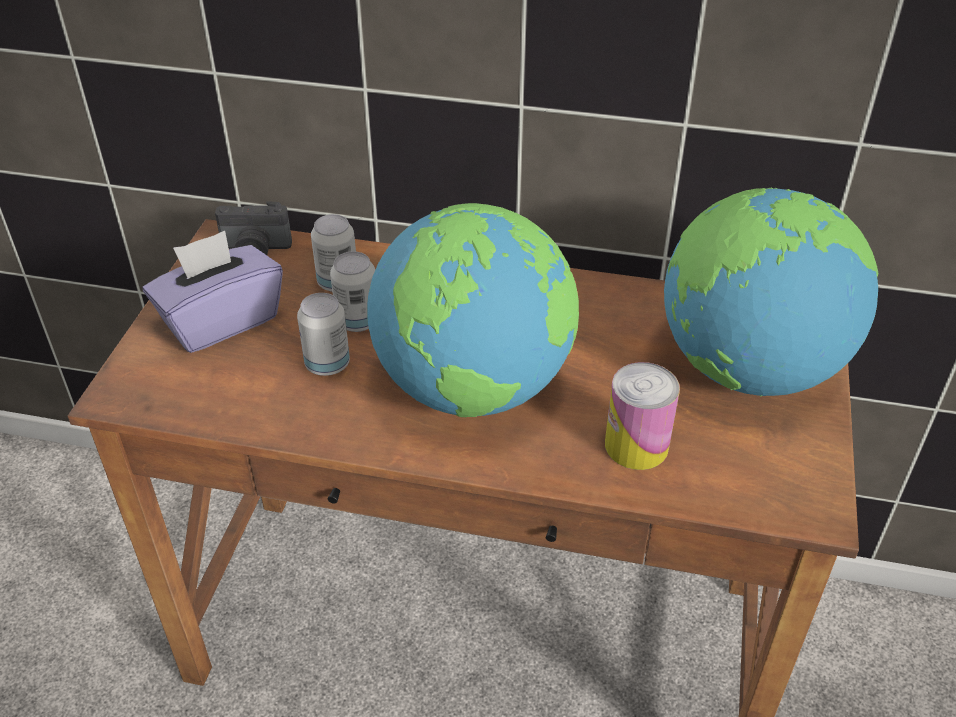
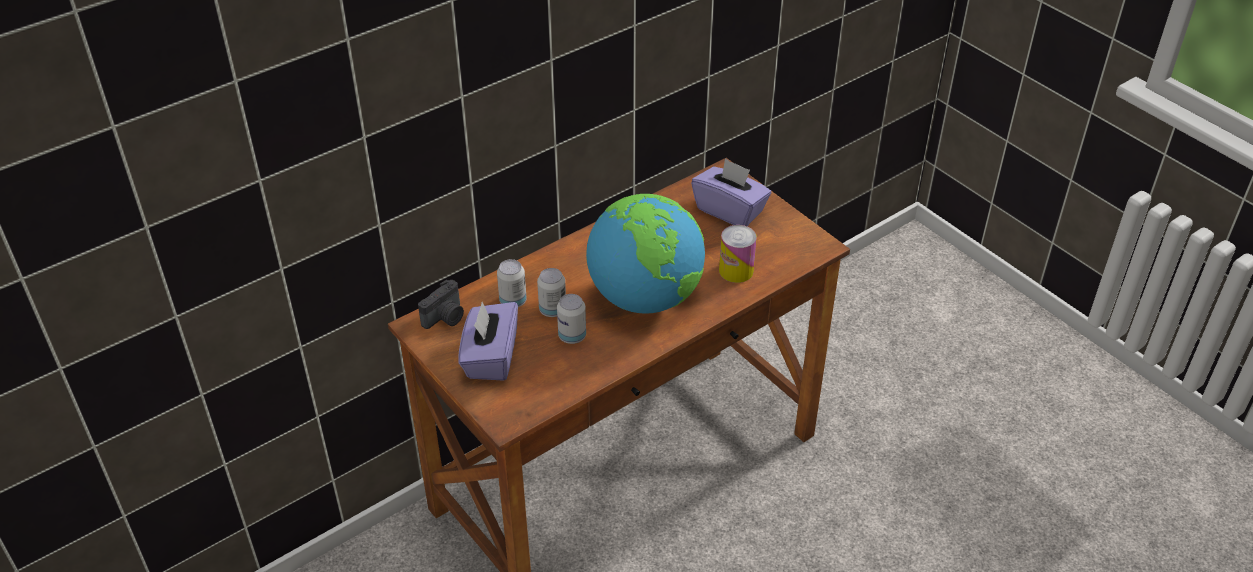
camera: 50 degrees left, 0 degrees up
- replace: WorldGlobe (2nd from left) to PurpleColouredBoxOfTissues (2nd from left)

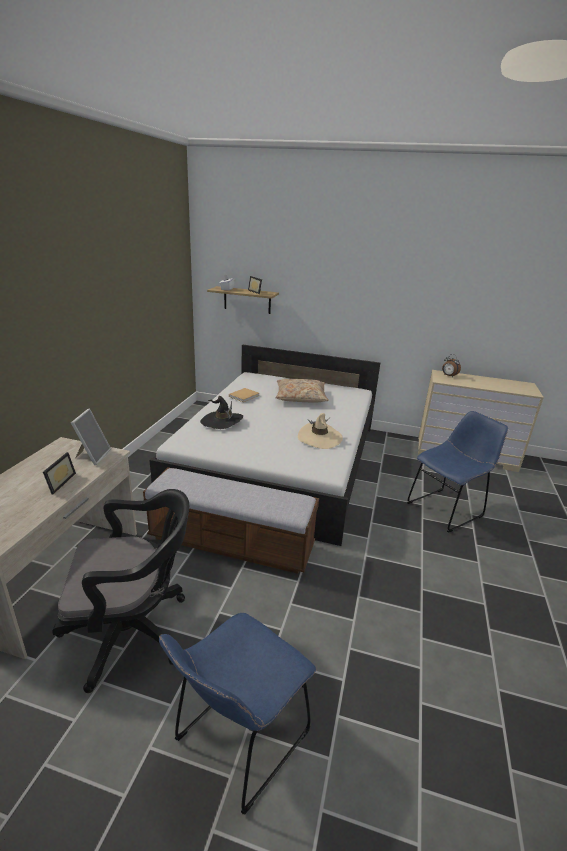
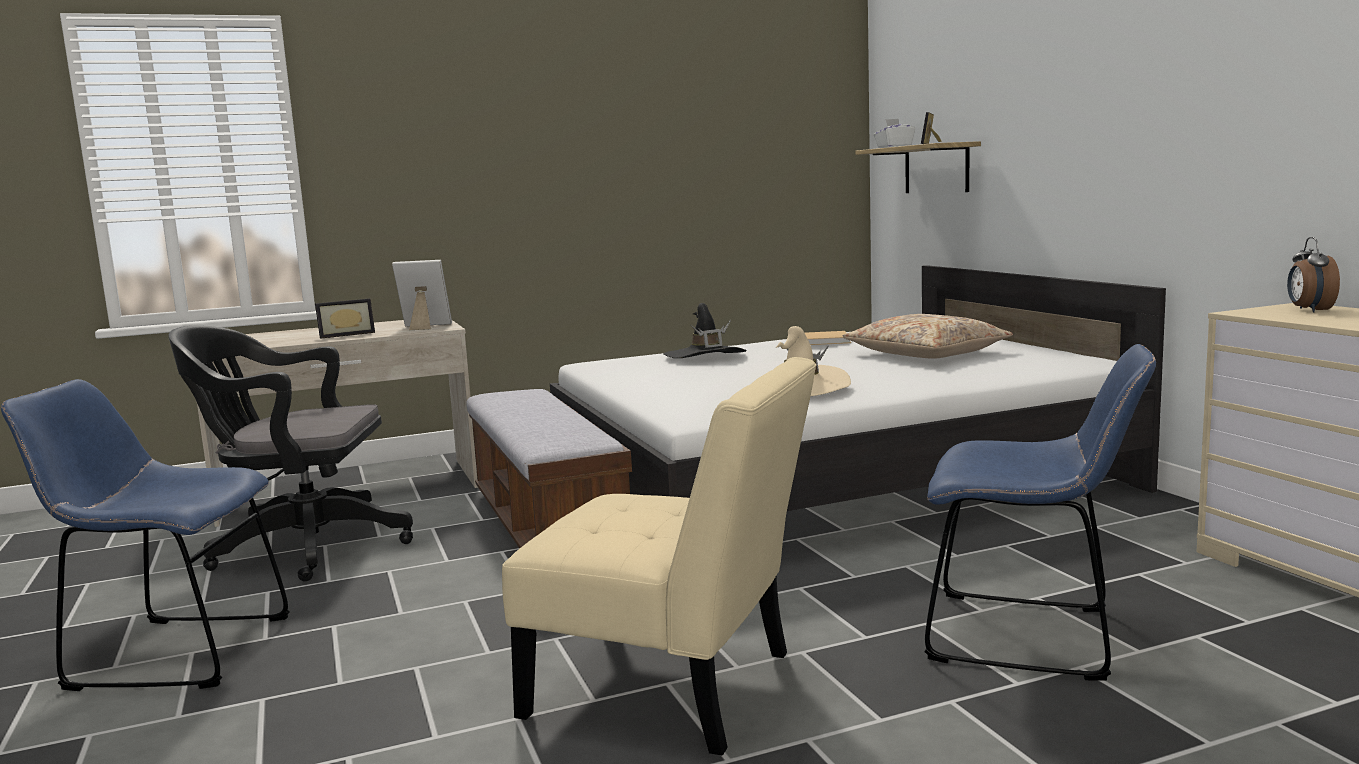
camera: 55 degrees right, 15 degrees down
- rotate: BlackishComputerChair 135 degrees clockwise
- rotate: StandingFrame (2nd from left) 150 degrees counterclockwise
- insert: BeigeChair

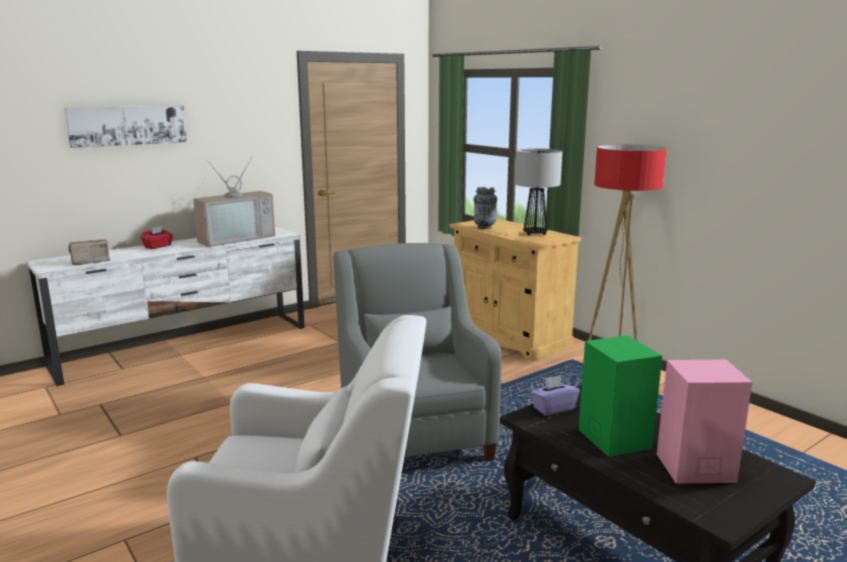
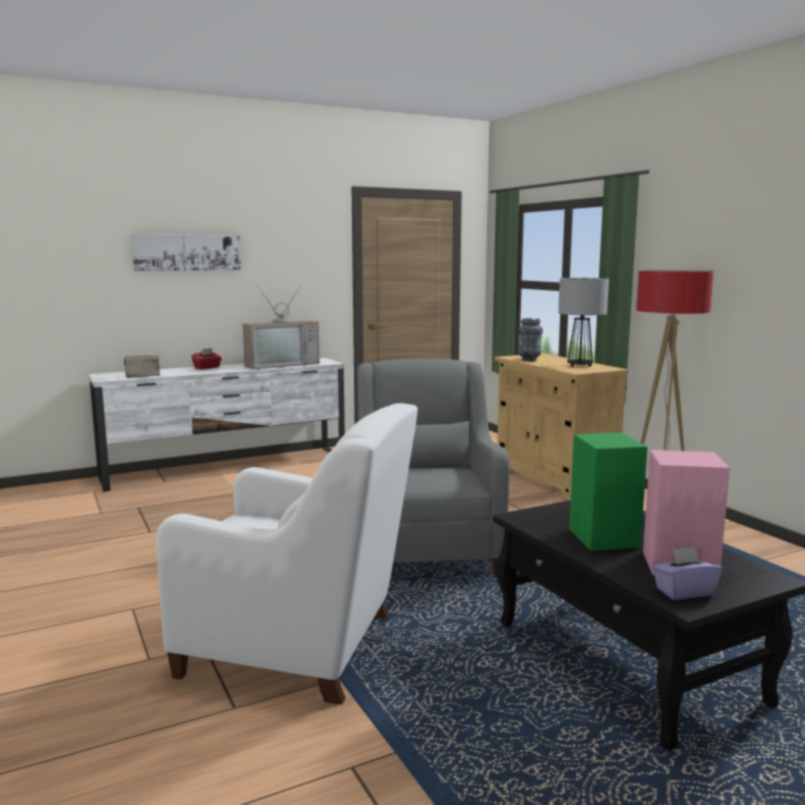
camera: 10 degrees right, 5 degrees down
- move: PurpleColouredBoxOfTissues

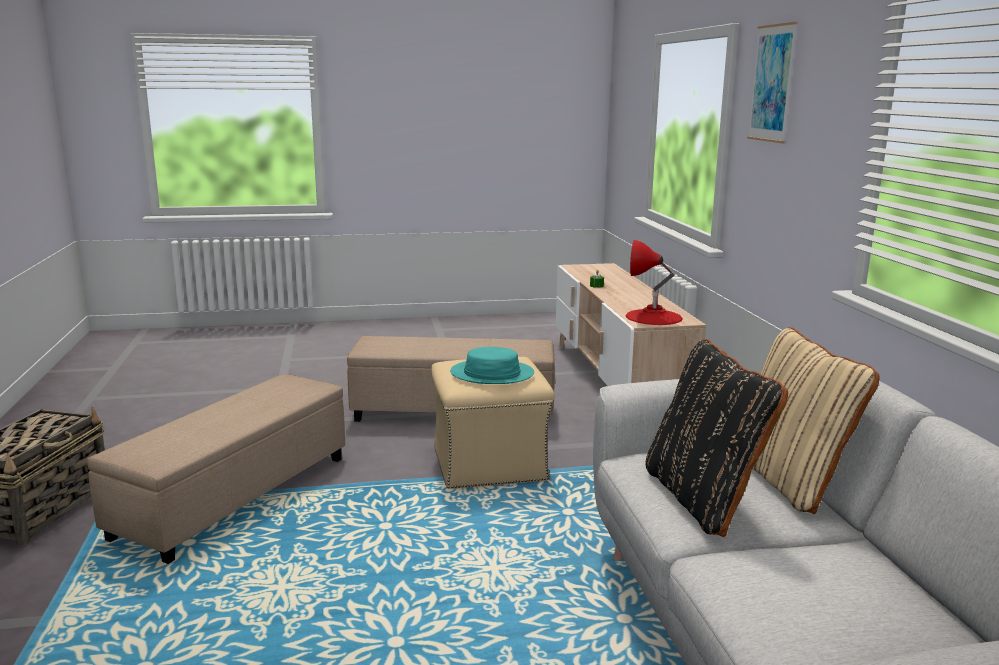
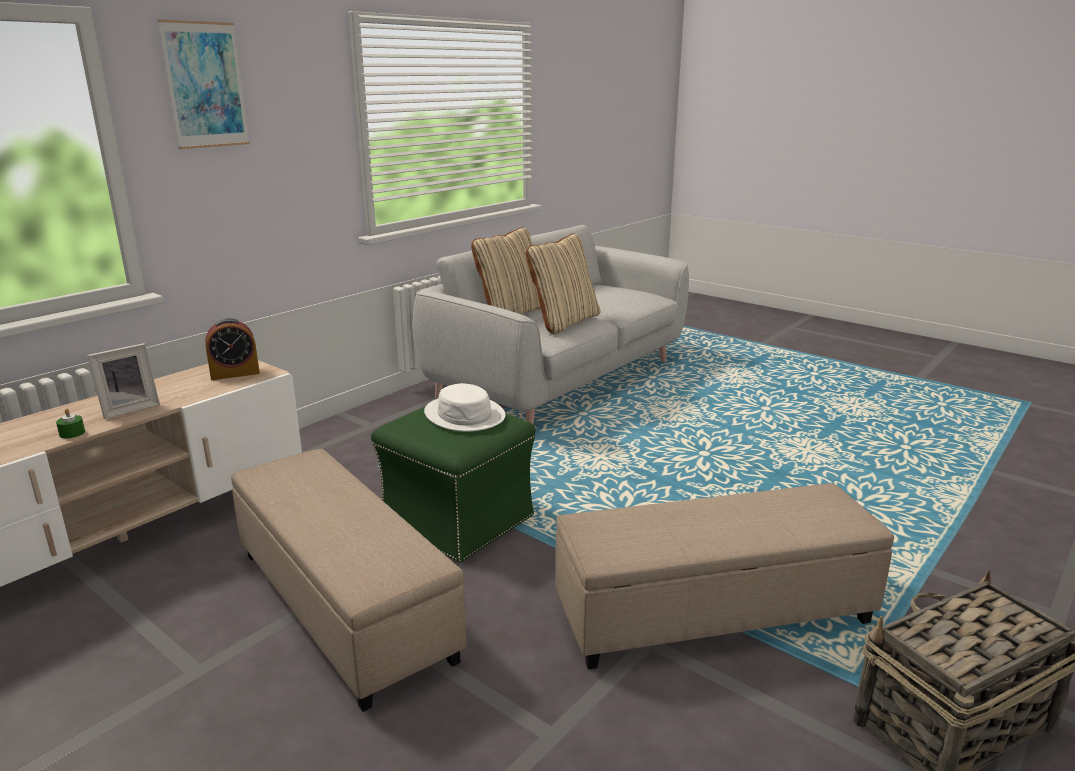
camera: 130 degrees left, 5 degrees up
- recolor: BeigeOttoman (3rd from left) to GreenishOttoman
- recolor: TurquoiseWearableHat to WhiteColouredWearableHat
- replace: RedTableLamp to BedsideClock
- recolor: BlackishPillow to BeigePillow (2nd from left)
- insert: StandingFrame

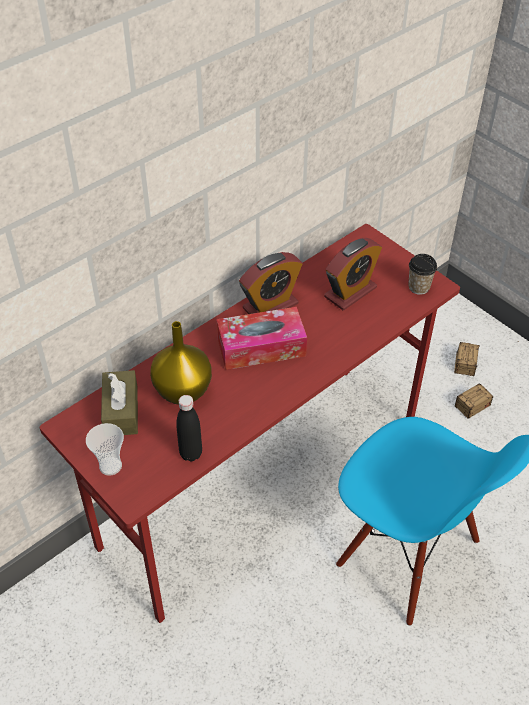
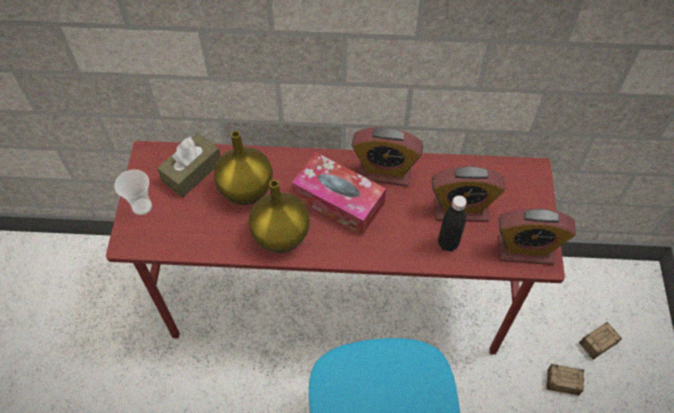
camera: 45 degrees right, 10 degrees up
- move: BlackishBottle
- replace: SmallCup (2nd from left) to BedsideClock (3rd from left)
- insert: YellowColouredVase (2nd from left)

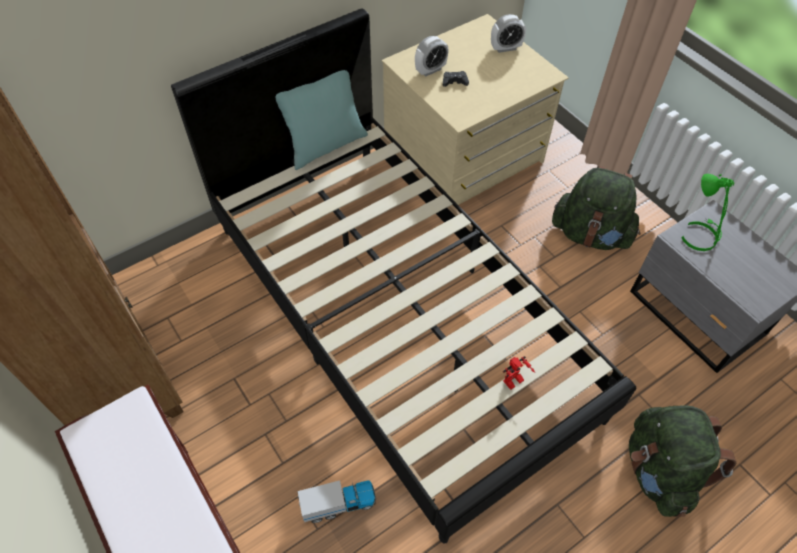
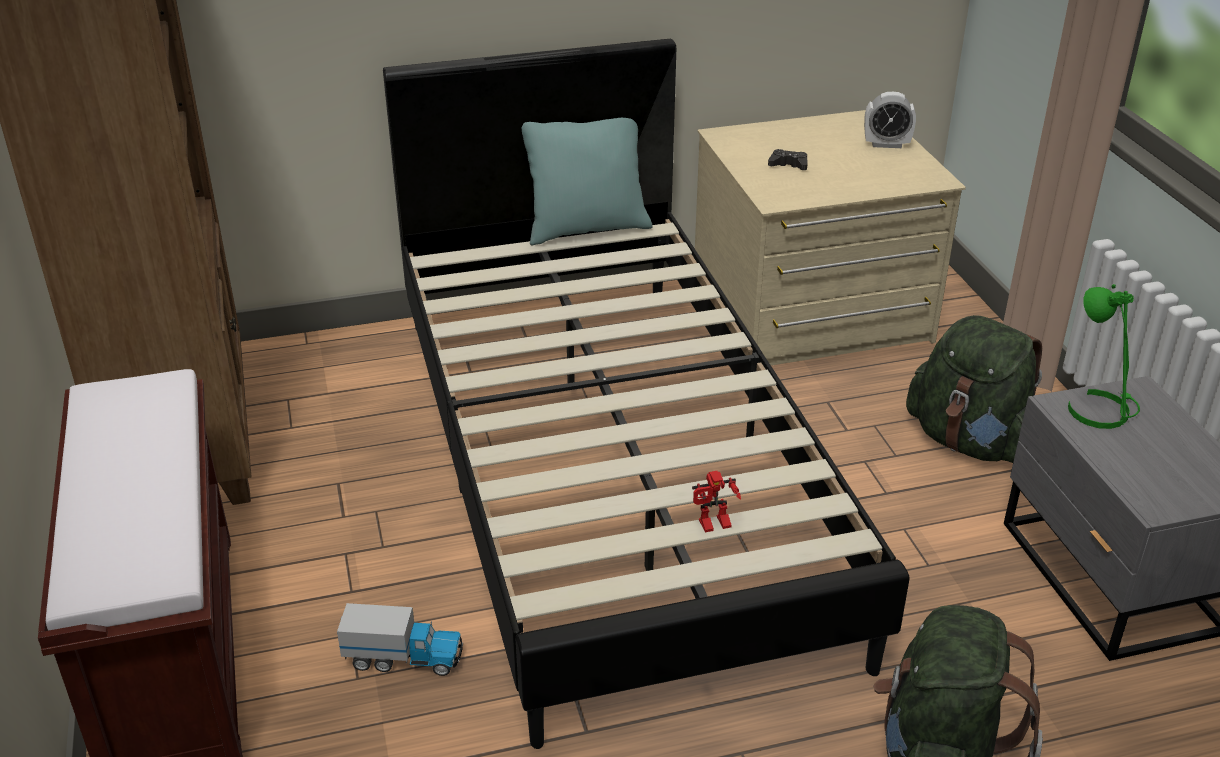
camera: 20 degrees right, 20 degrees down
- delete: BedsideClock (1st from left)

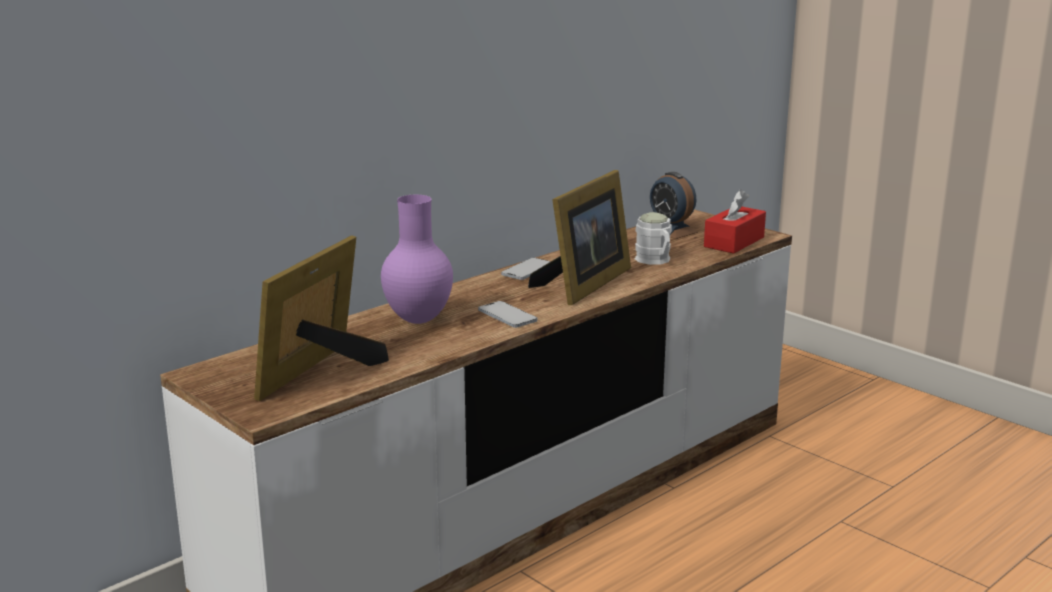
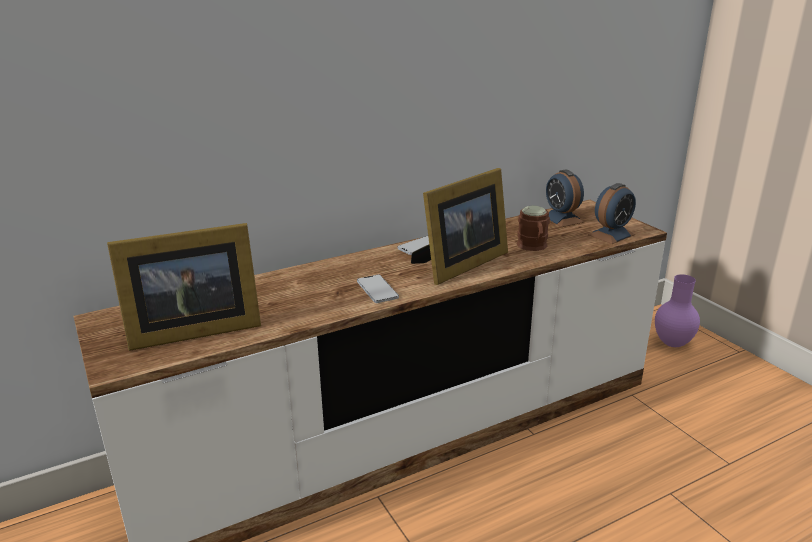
camera: 15 degrees right, 5 degrees up
- rotate: StandingFrame (1st from left) 150 degrees counterclockwise
- move: PurpleColouredVase
- recolor: WhiteColouredMug to BrownMug
- replace: RedBoxOfTissues to BedsideClock (2nd from left)

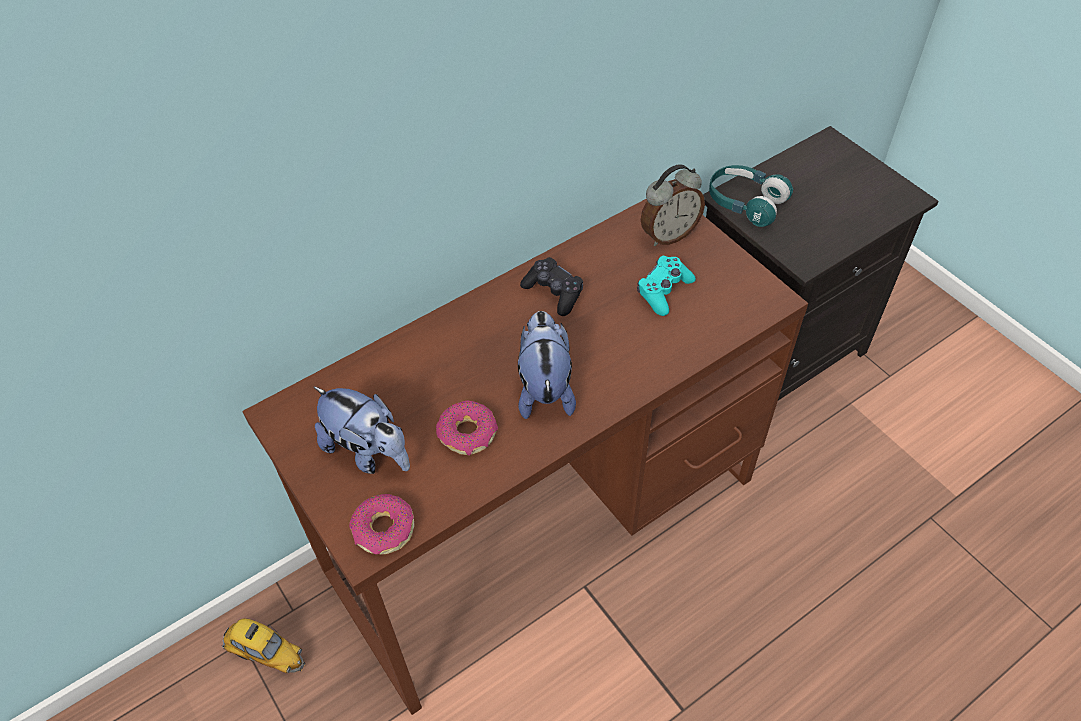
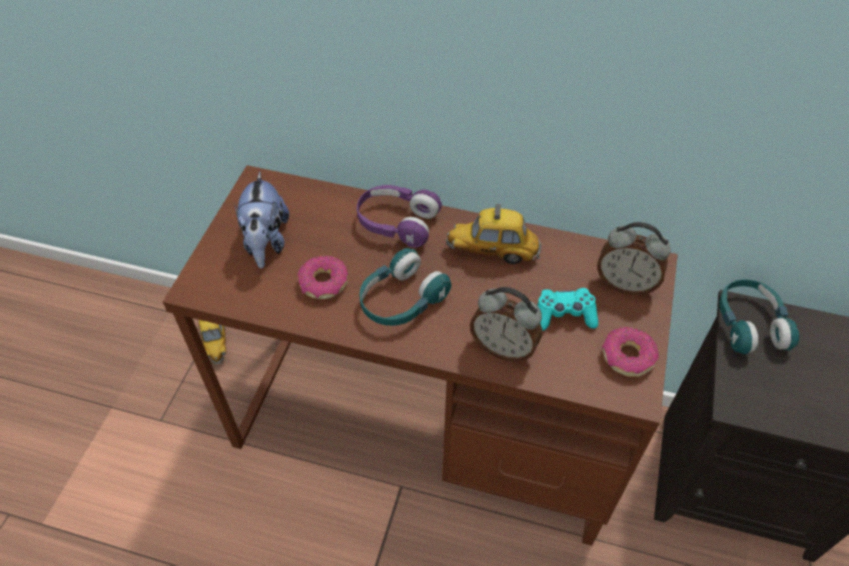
camera: 50 degrees right, 0 degrees up
- move: Doughnut (1st from left in the first image) to Doughnut (2nd from left)
- replace: SoftToy (2nd from left) to TurquoiseHeadset (1st from left)
- replace: BlackishJoypad to MiniatureCar (2nd from left)
- insert: PurpleColouredHeadset
- insert: BedsideClock (1st from left)

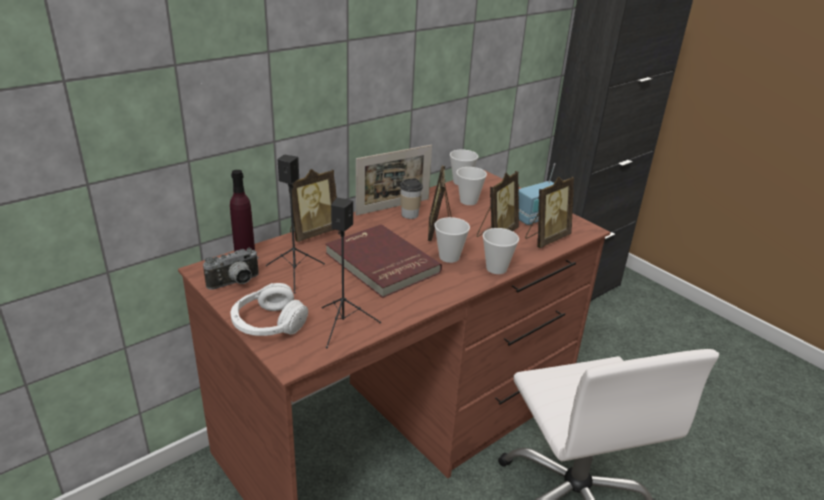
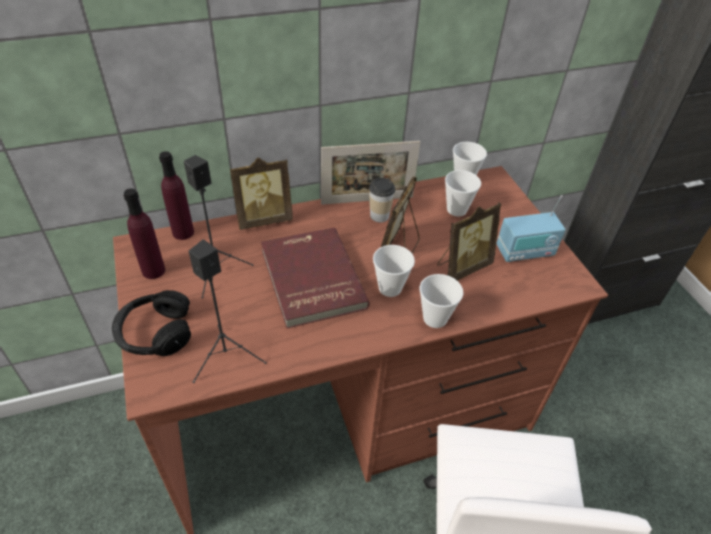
camera: 20 degrees right, 15 degrees up
- replace: PhotoCamera to PurpleColouredBottle (1st from left)
- recolor: WhiteColouredHeadset to BlackishHeadset
- delete: StandingFrame (5th from left)

